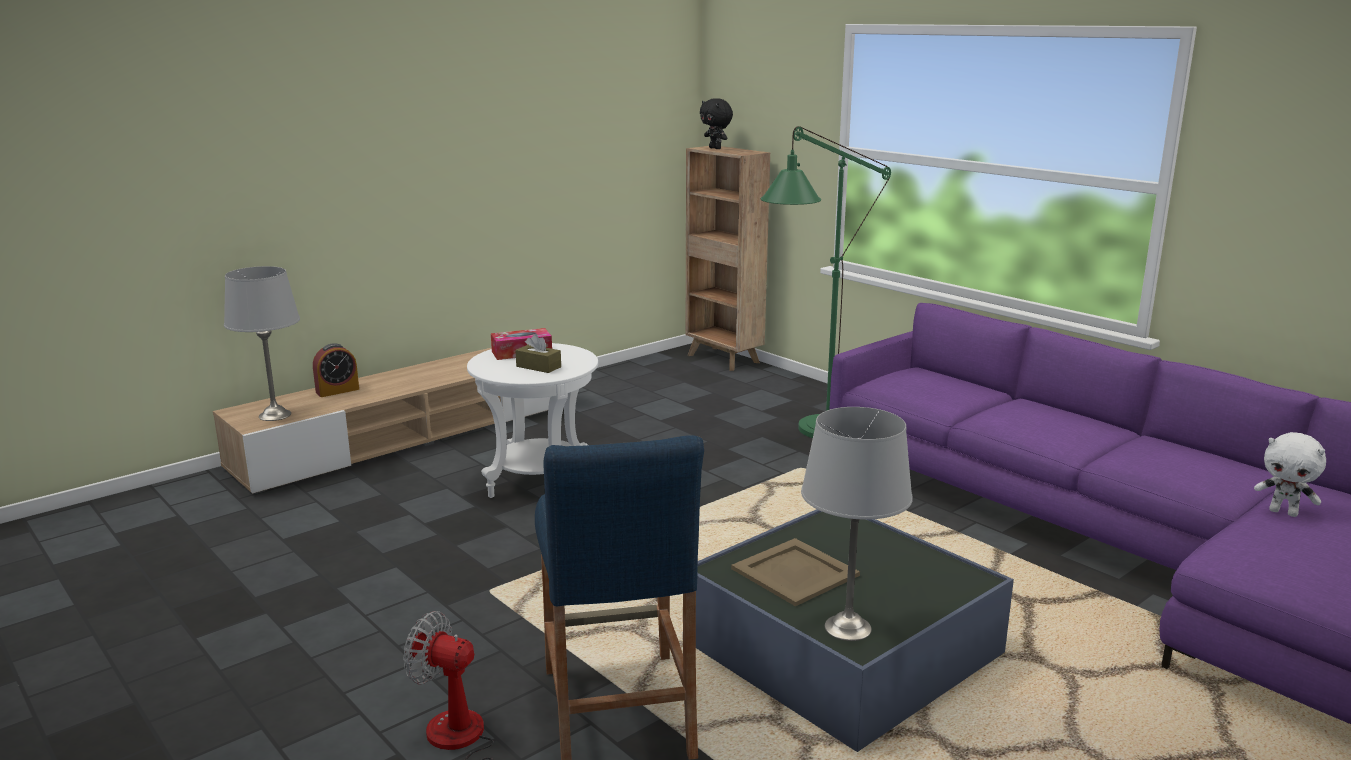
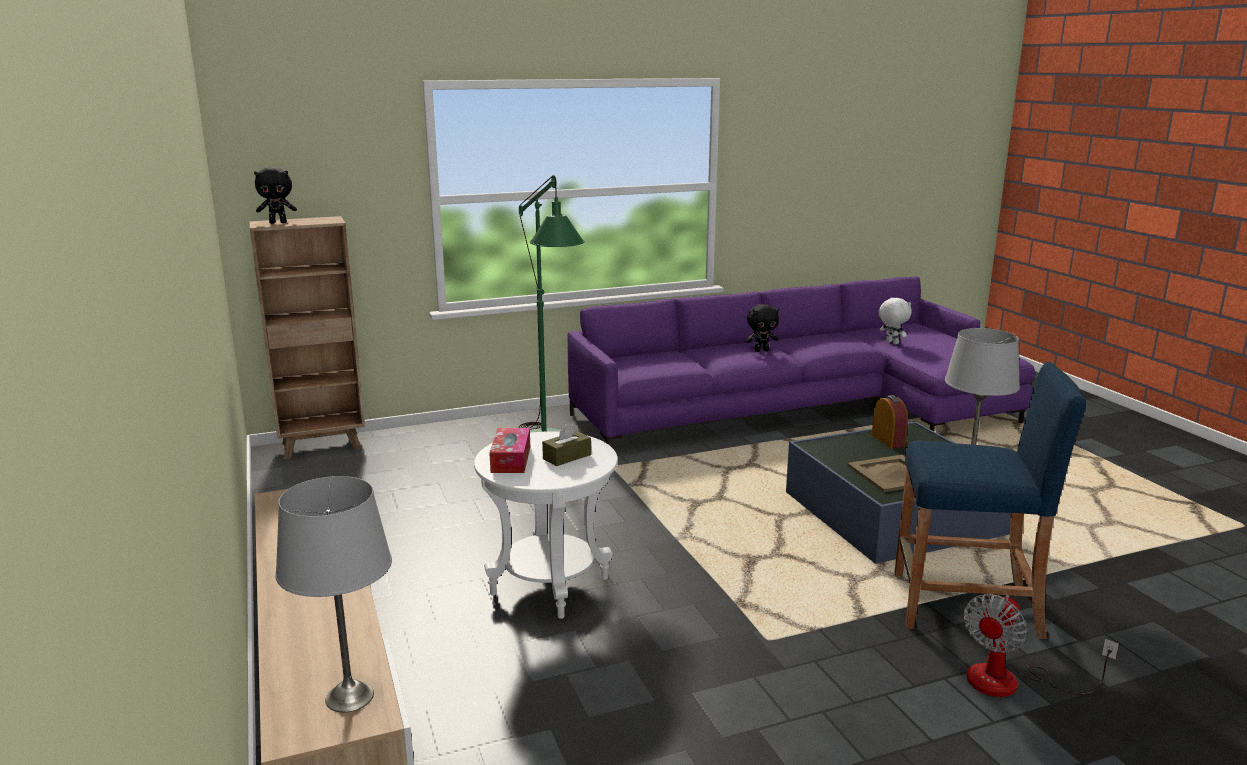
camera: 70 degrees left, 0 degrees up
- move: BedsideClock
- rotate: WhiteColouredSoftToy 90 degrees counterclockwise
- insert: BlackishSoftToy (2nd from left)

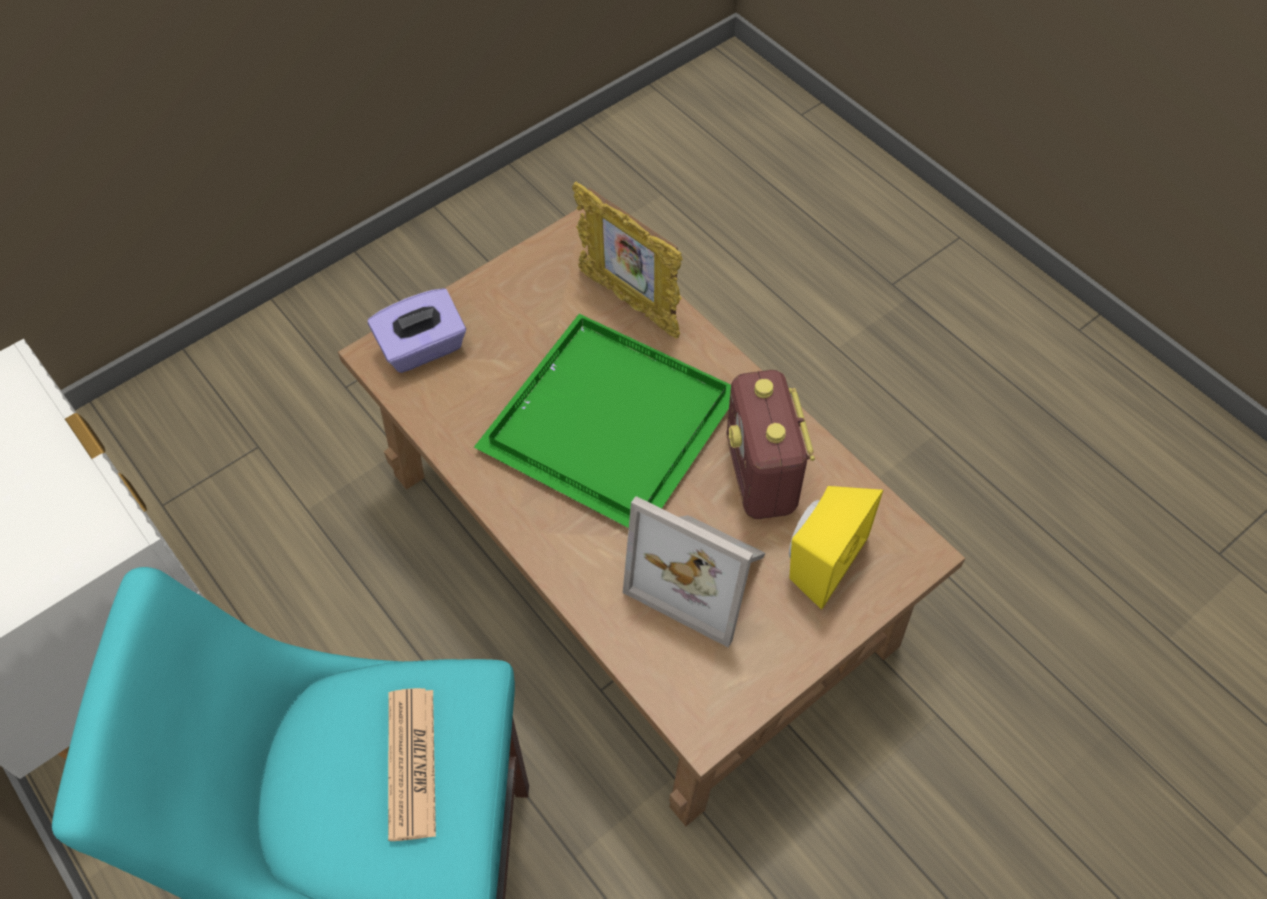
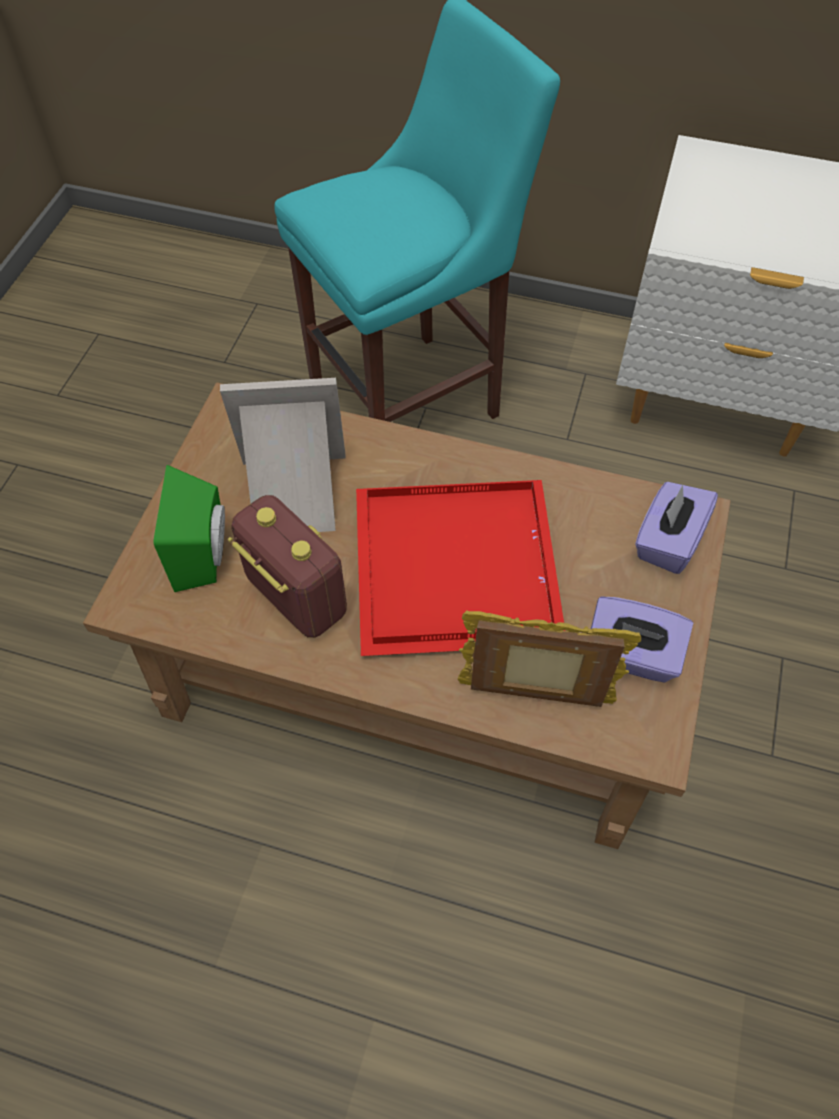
camera: 145 degrees right, 0 degrees up
- delete: DailyPaper
- recolor: GreenishServingTray to RedServingTray
- recolor: YellowColouredLoudspeaker to GreenishLoudspeaker
- insert: PurpleColouredBoxOfTissues (1st from left)

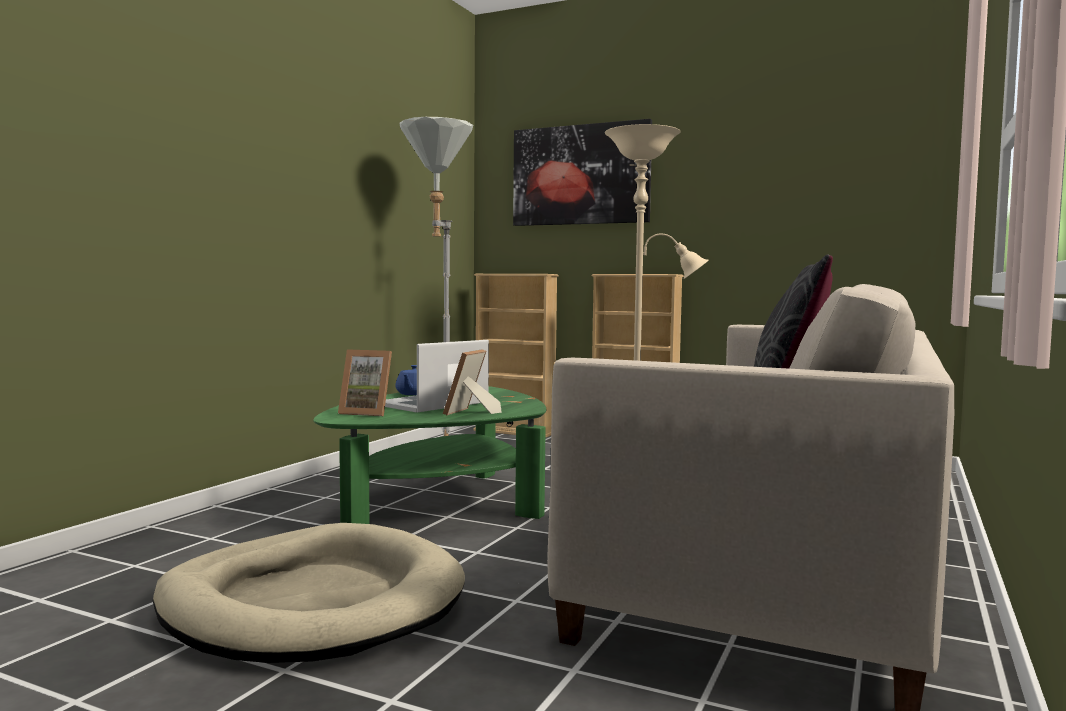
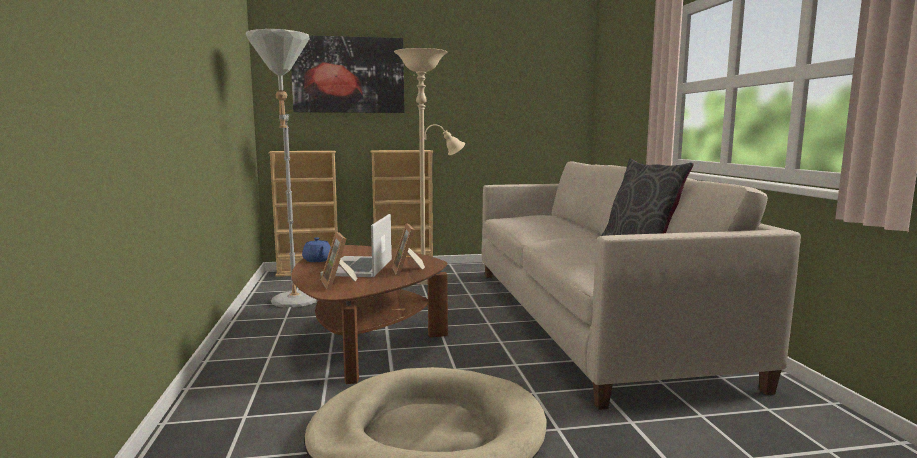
camera: 35 degrees left, 5 degrees up
- recolor: GreenishCoffeeTable to BrownCoffeeTable
- rotate: StandingFrame (1st from left) 90 degrees clockwise

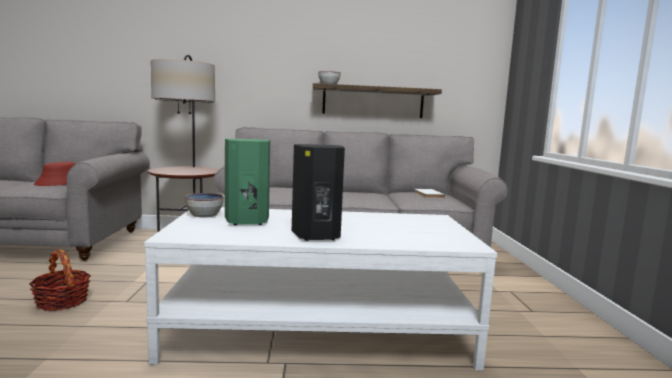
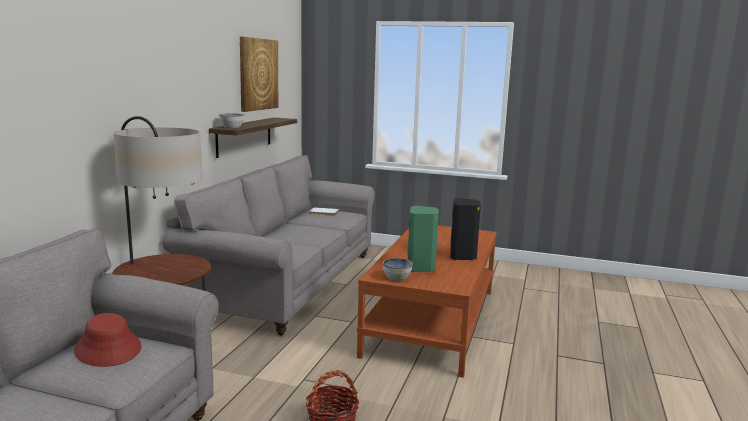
camera: 70 degrees left, 5 degrees up
- recolor: WhiteColouredCoffeeTable to BrownCoffeeTable
- insert: Picture

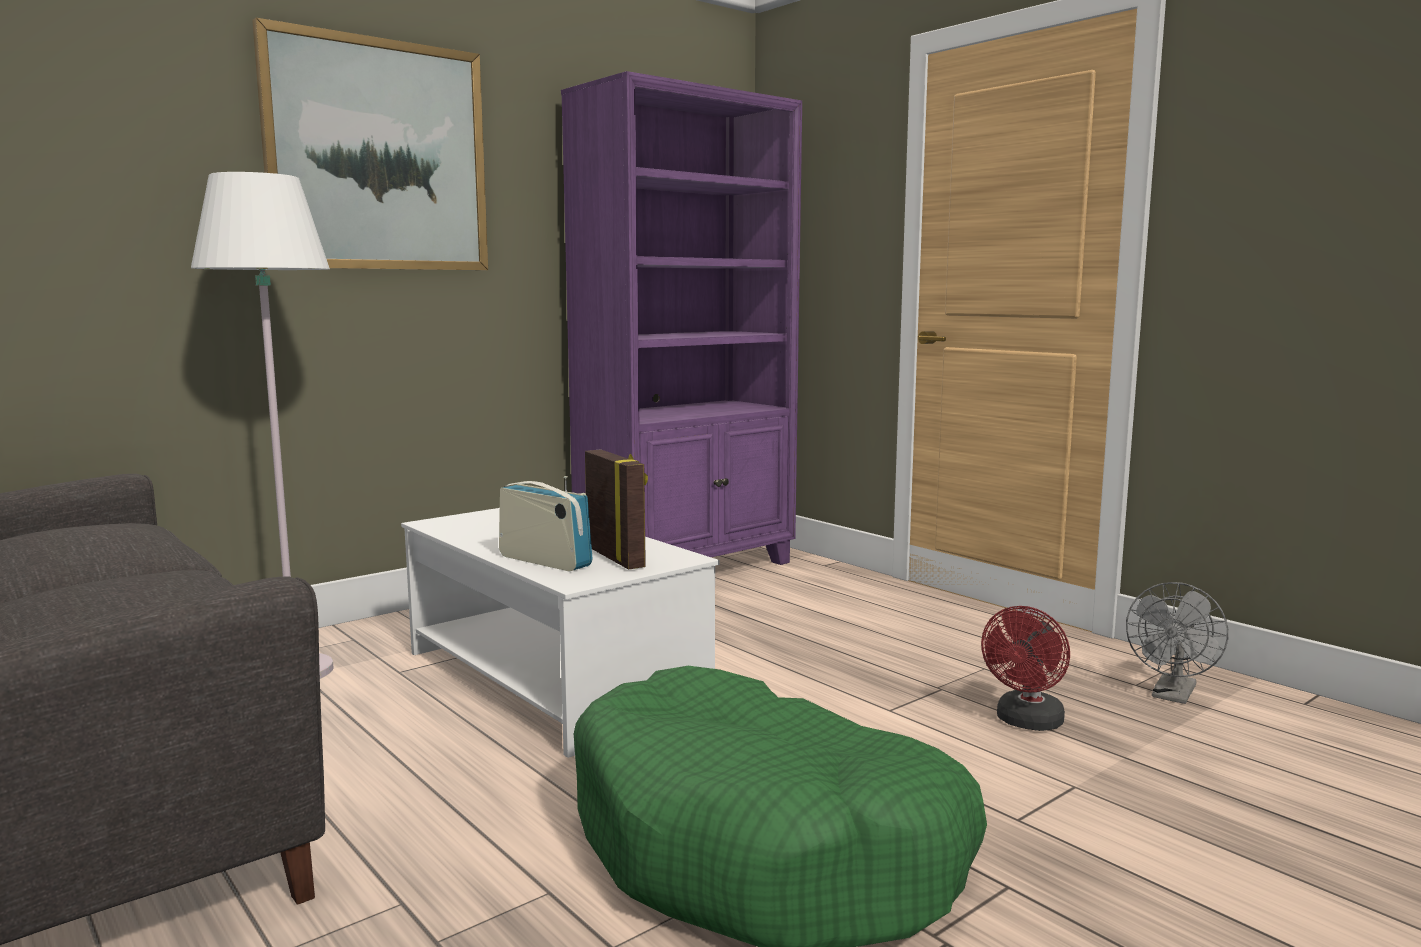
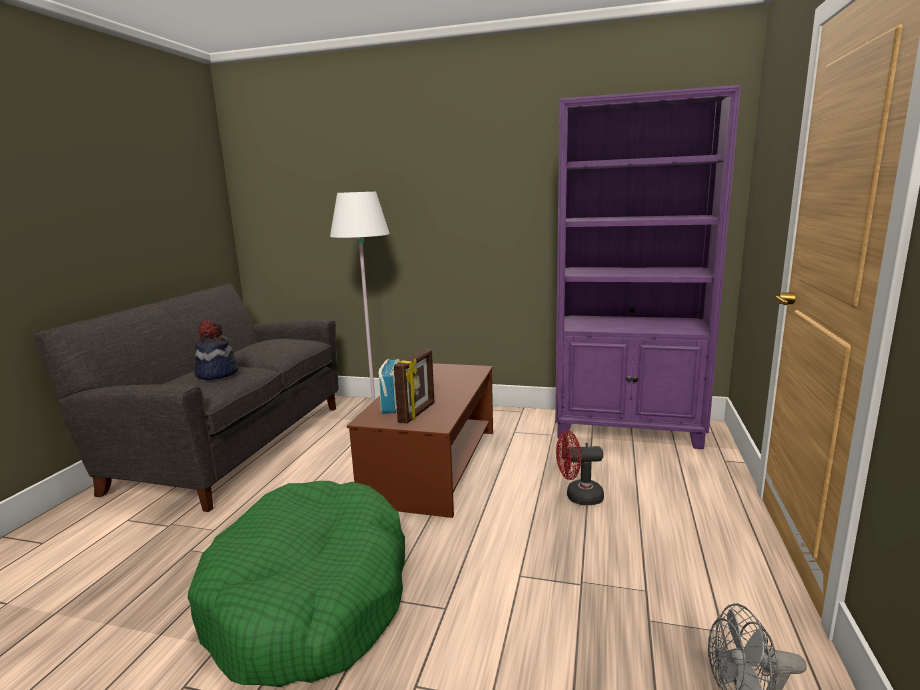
camera: 55 degrees right, 5 degrees up
- delete: Picture
- recolor: WhiteColouredCoffeeTable to BrownCoffeeTable
- move: RedCoolingFan
- insert: WearableHat

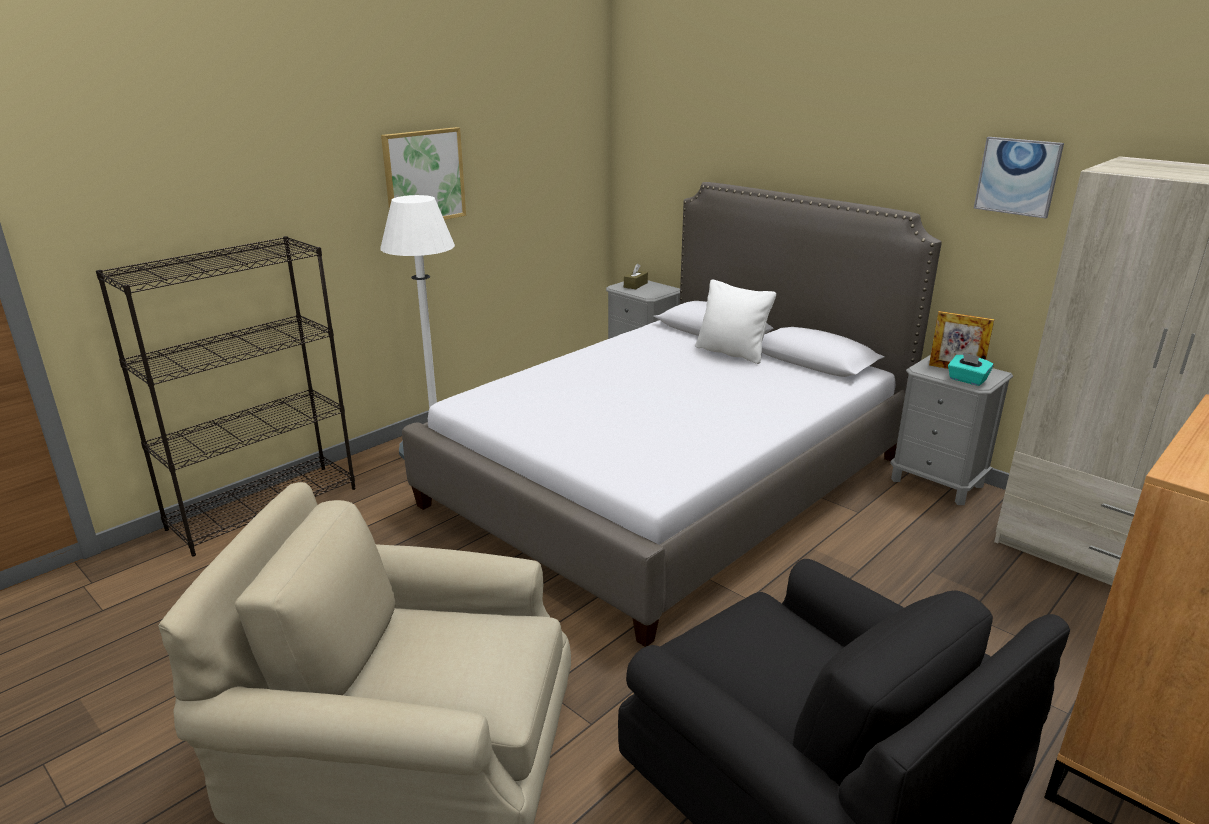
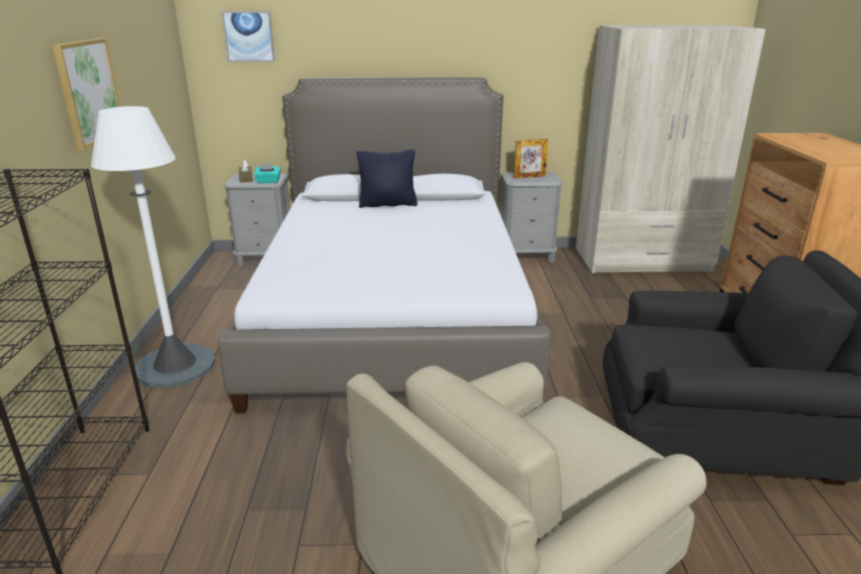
camera: 45 degrees left, 0 degrees up
- recolor: WhiteColouredPillow to BlackishPillow
- move: TurquoiseBoxOfTissues
- move: Picture (2nd from left)

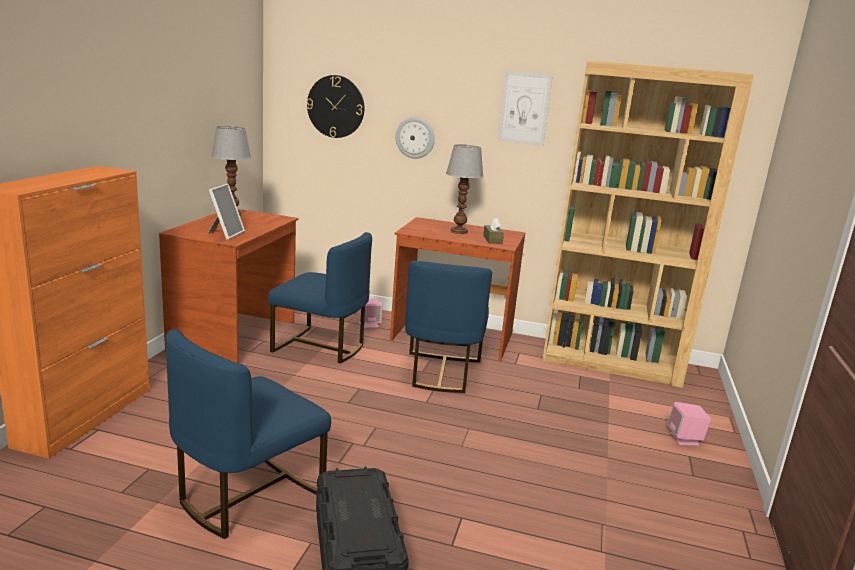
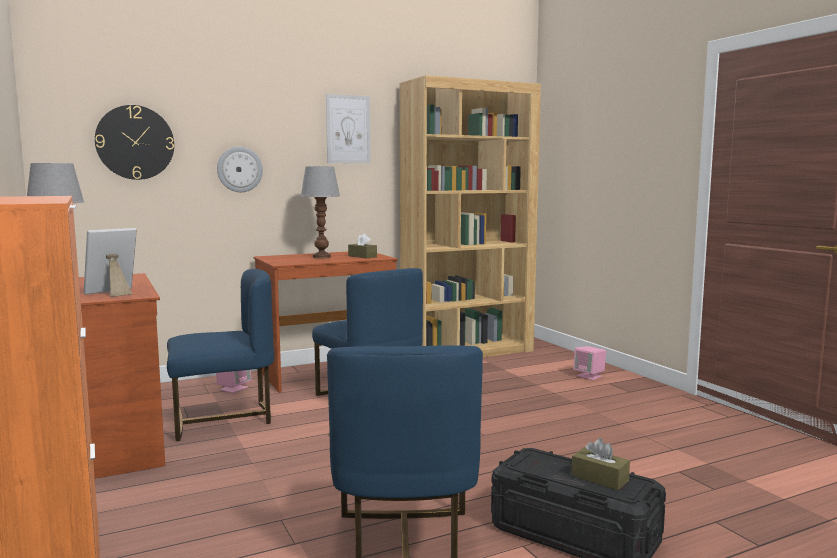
camera: 40 degrees left, 10 degrees down
- rotate: StandingFrame 105 degrees counterclockwise
- insert: BrownBoxOfTissues (2nd from left)

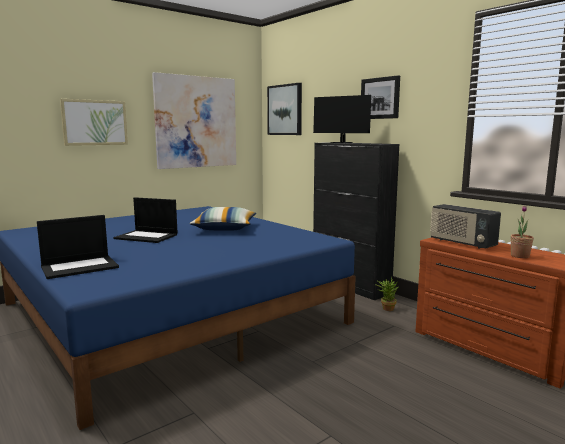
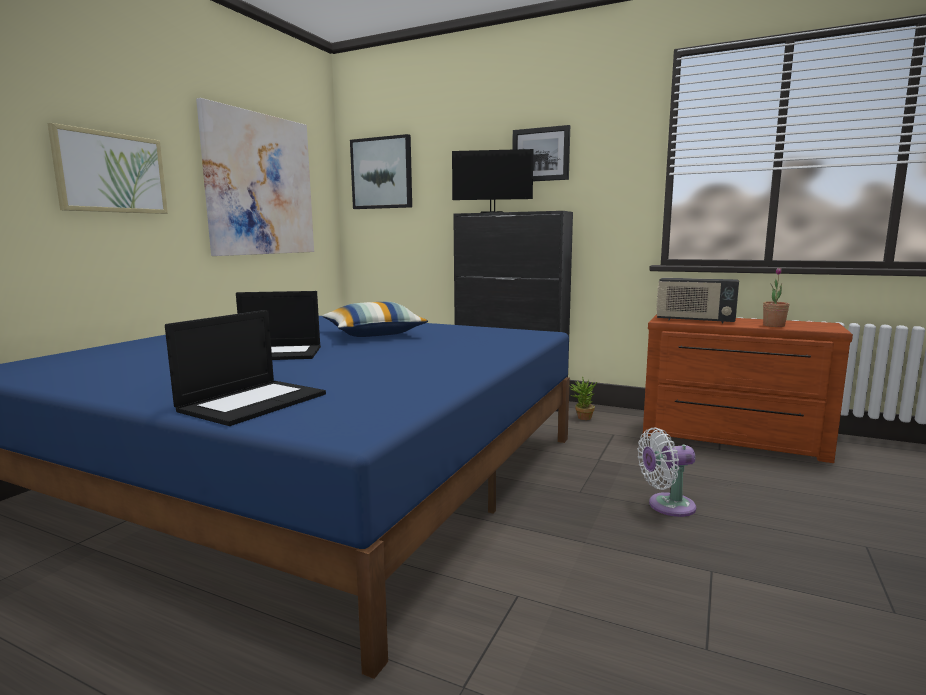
camera: 25 degrees left, 0 degrees up
- insert: WhiteColouredCoolingFan

